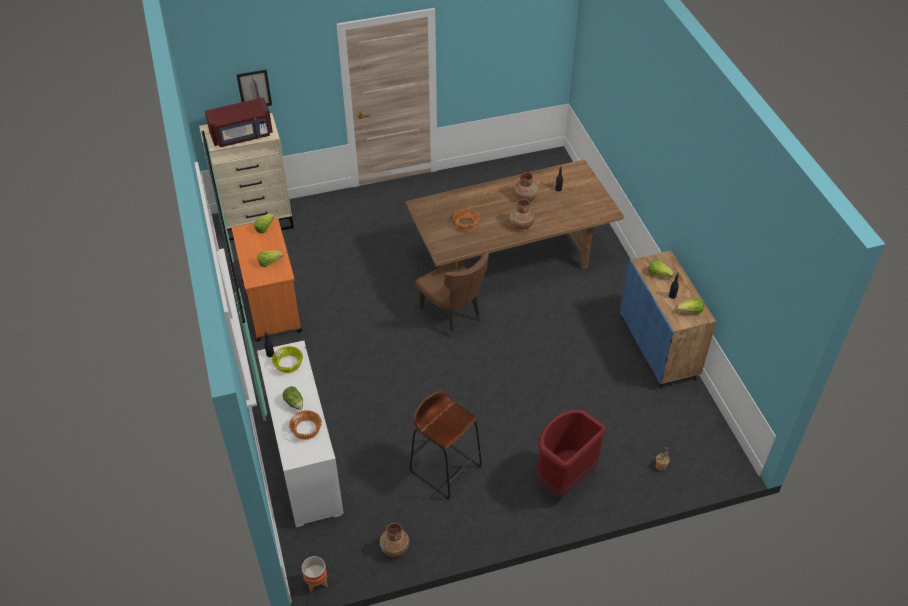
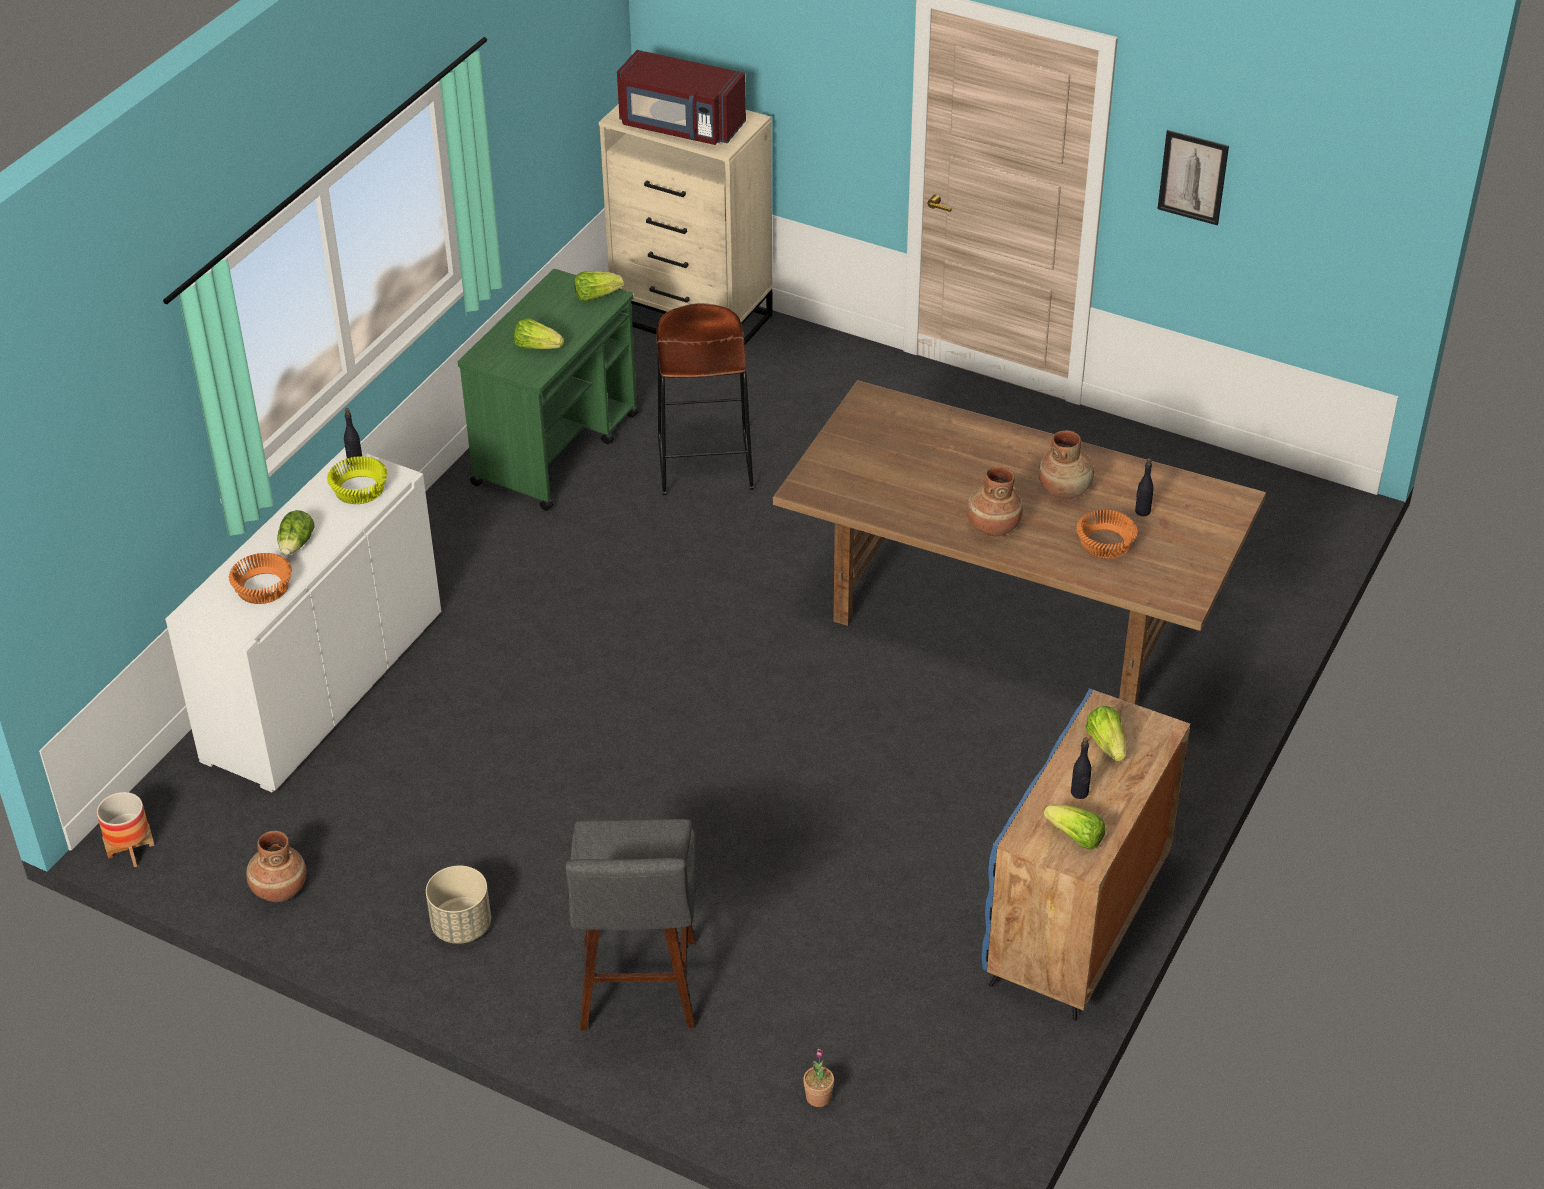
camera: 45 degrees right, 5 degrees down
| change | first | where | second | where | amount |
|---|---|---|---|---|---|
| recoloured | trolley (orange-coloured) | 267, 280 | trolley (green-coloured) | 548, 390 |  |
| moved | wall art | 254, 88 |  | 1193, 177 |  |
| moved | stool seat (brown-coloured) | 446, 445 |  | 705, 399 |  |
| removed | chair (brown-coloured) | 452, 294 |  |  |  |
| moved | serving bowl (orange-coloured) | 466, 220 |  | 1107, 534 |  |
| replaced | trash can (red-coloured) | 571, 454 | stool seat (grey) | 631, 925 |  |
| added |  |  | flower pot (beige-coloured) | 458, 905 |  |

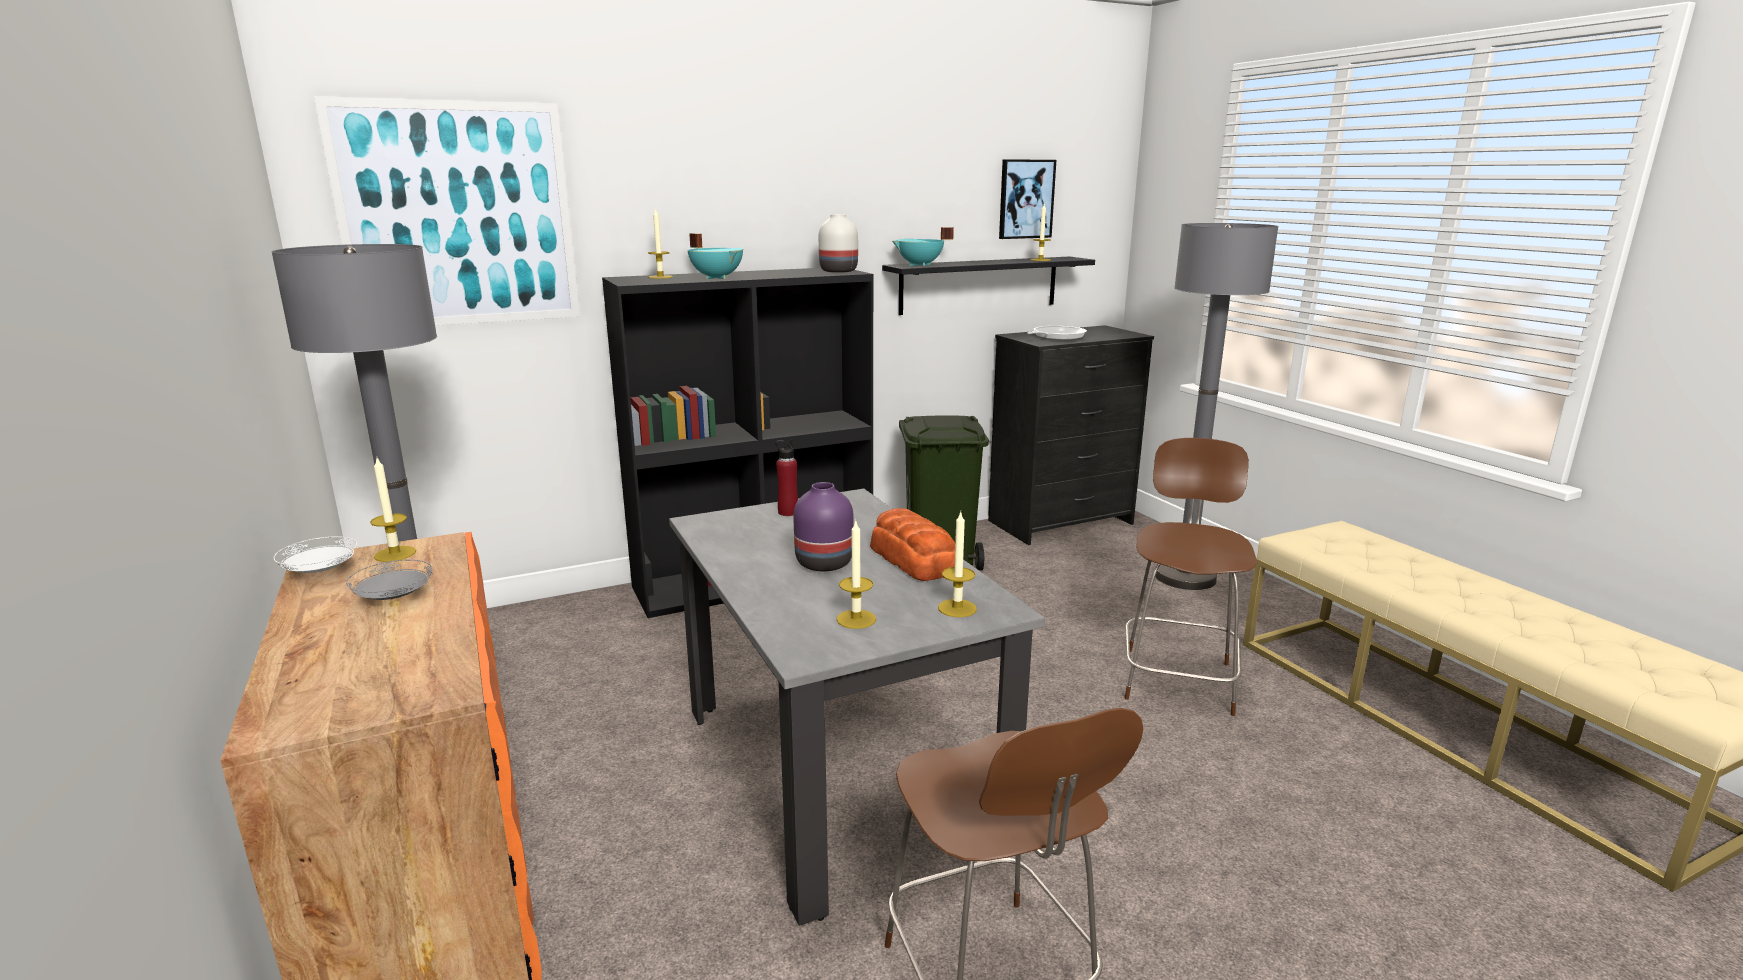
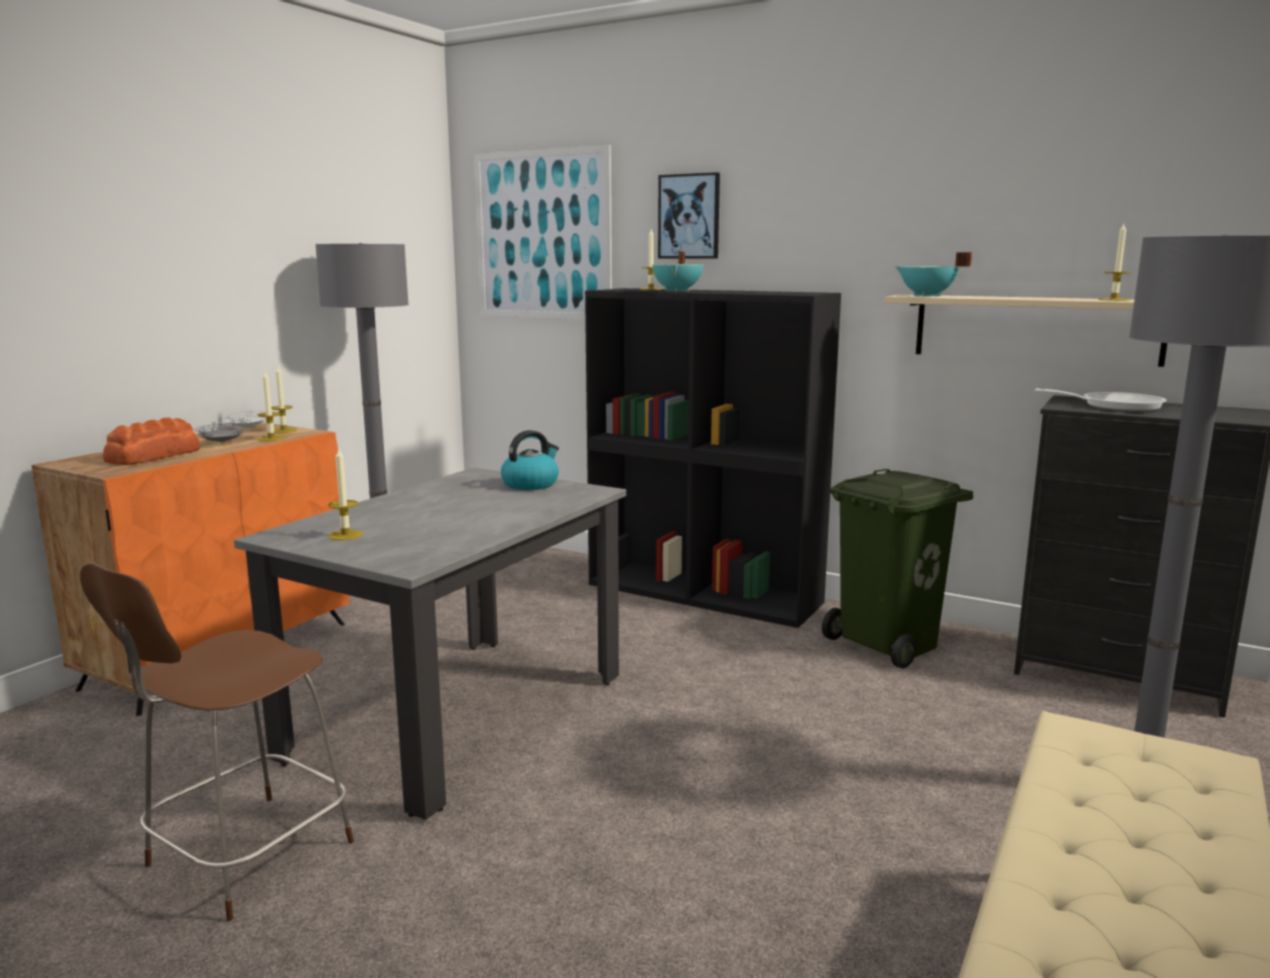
camera: 55 degrees right, 5 degrees down
| change | first | where | second | where | amount |
|---|---|---|---|---|---|
| replaced | bottle (red-coloured) | 786, 477 | kettle | 530, 460 |  |
| removed | flower vase (purplish) | 823, 526 |  |  |  |
| removed | flower vase (white) | 838, 243 |  |  |  |
| moved | bread | 912, 544 |  | 151, 441 |  |
| recoloured | shelf (blackish) | 988, 286 | shelf (beige-coloured) | 1026, 331 |  |
| moved | wax light | 957, 564 |  | 271, 406 |  |
| moved | wall art | 1027, 199 |  | 689, 215 |  |
| removed | chair (brown-coloured) | 1191, 577 |  |  |  |

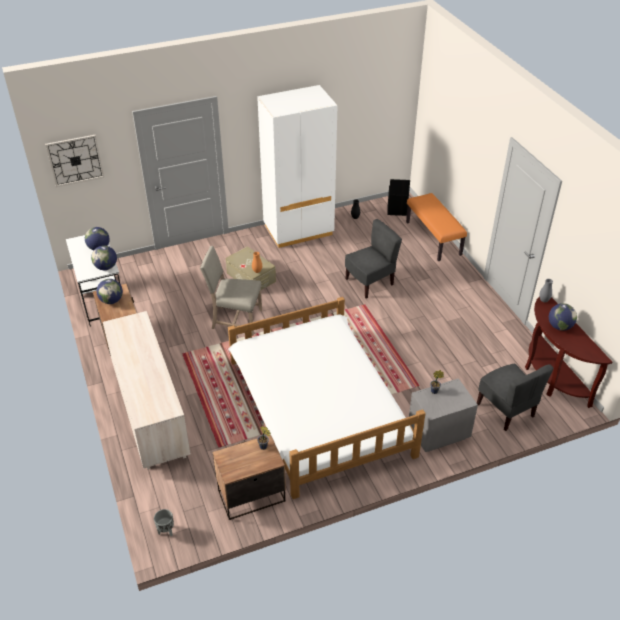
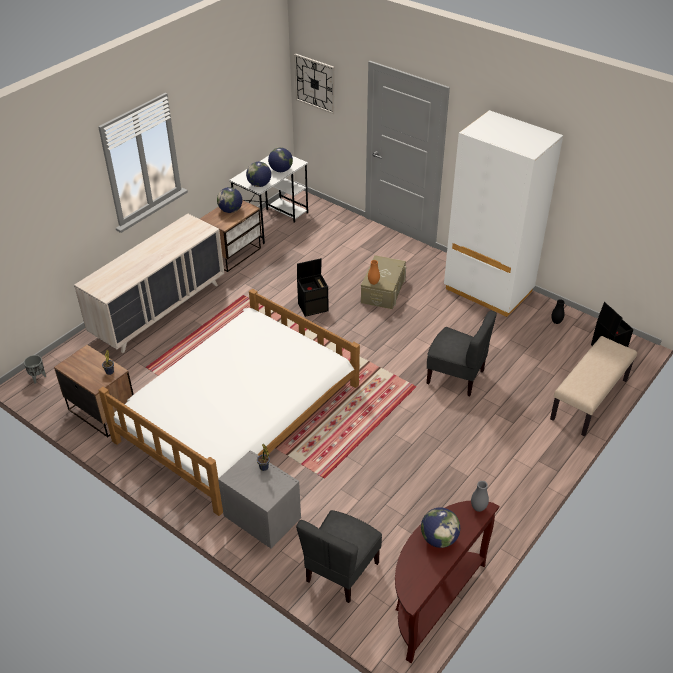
camera: 60 degrees right, 0 degrees up
| change | first | where | second | where | amount |
|---|---|---|---|---|---|
| replaced | chair (beige-coloured) | 231, 291 | storage container (blackish) | 313, 287 |  |
| recoloured | indoor bench (orange-coloured) | 436, 227 | indoor bench (beige-coloured) | 593, 386 |  |

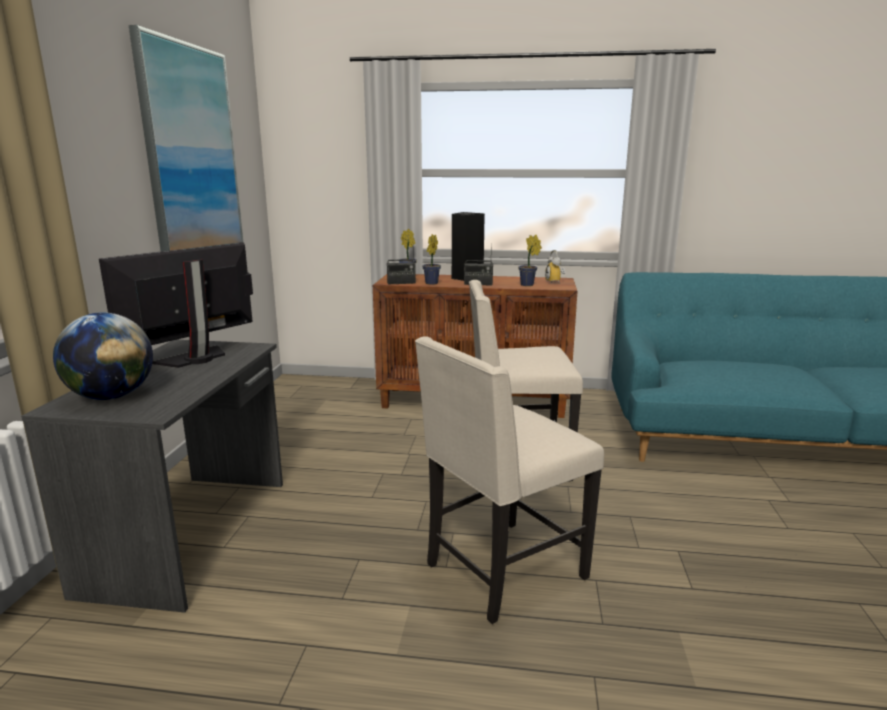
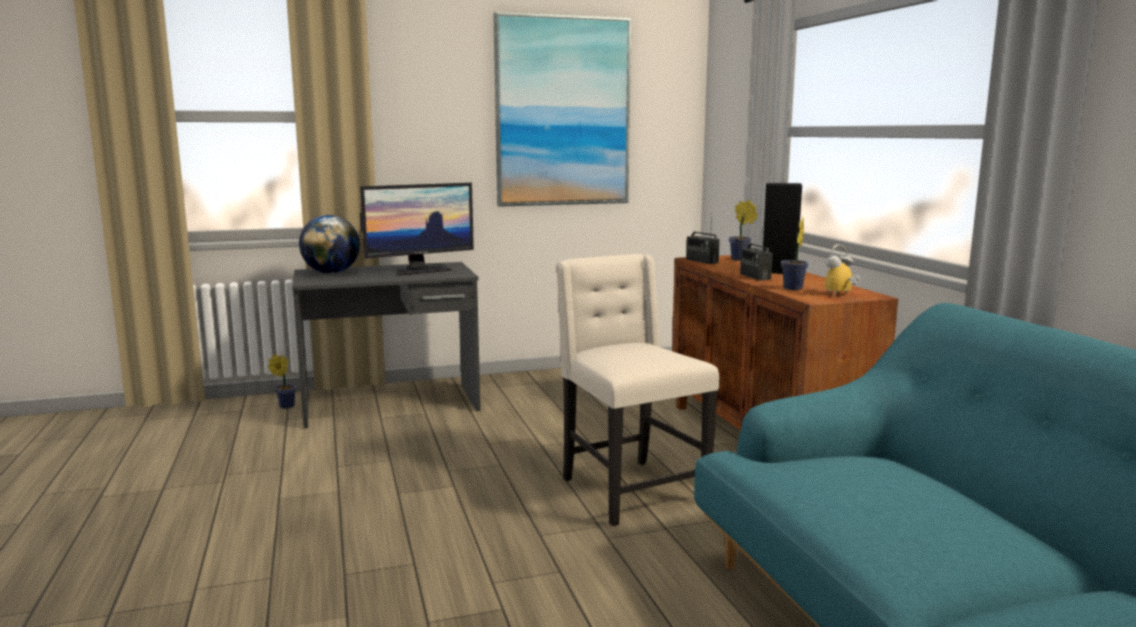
camera: 65 degrees right, 5 degrees down
| change | first | where | second | where | amount |
|---|---|---|---|---|---|
| turned | computer screen | 176, 305 |  | 417, 229 | 135 degrees clockwise |
| removed | chair (beige-coloured) | 509, 480 |  |  |  |
| moved | houseplant | 431, 259 |  | 282, 381 |  |

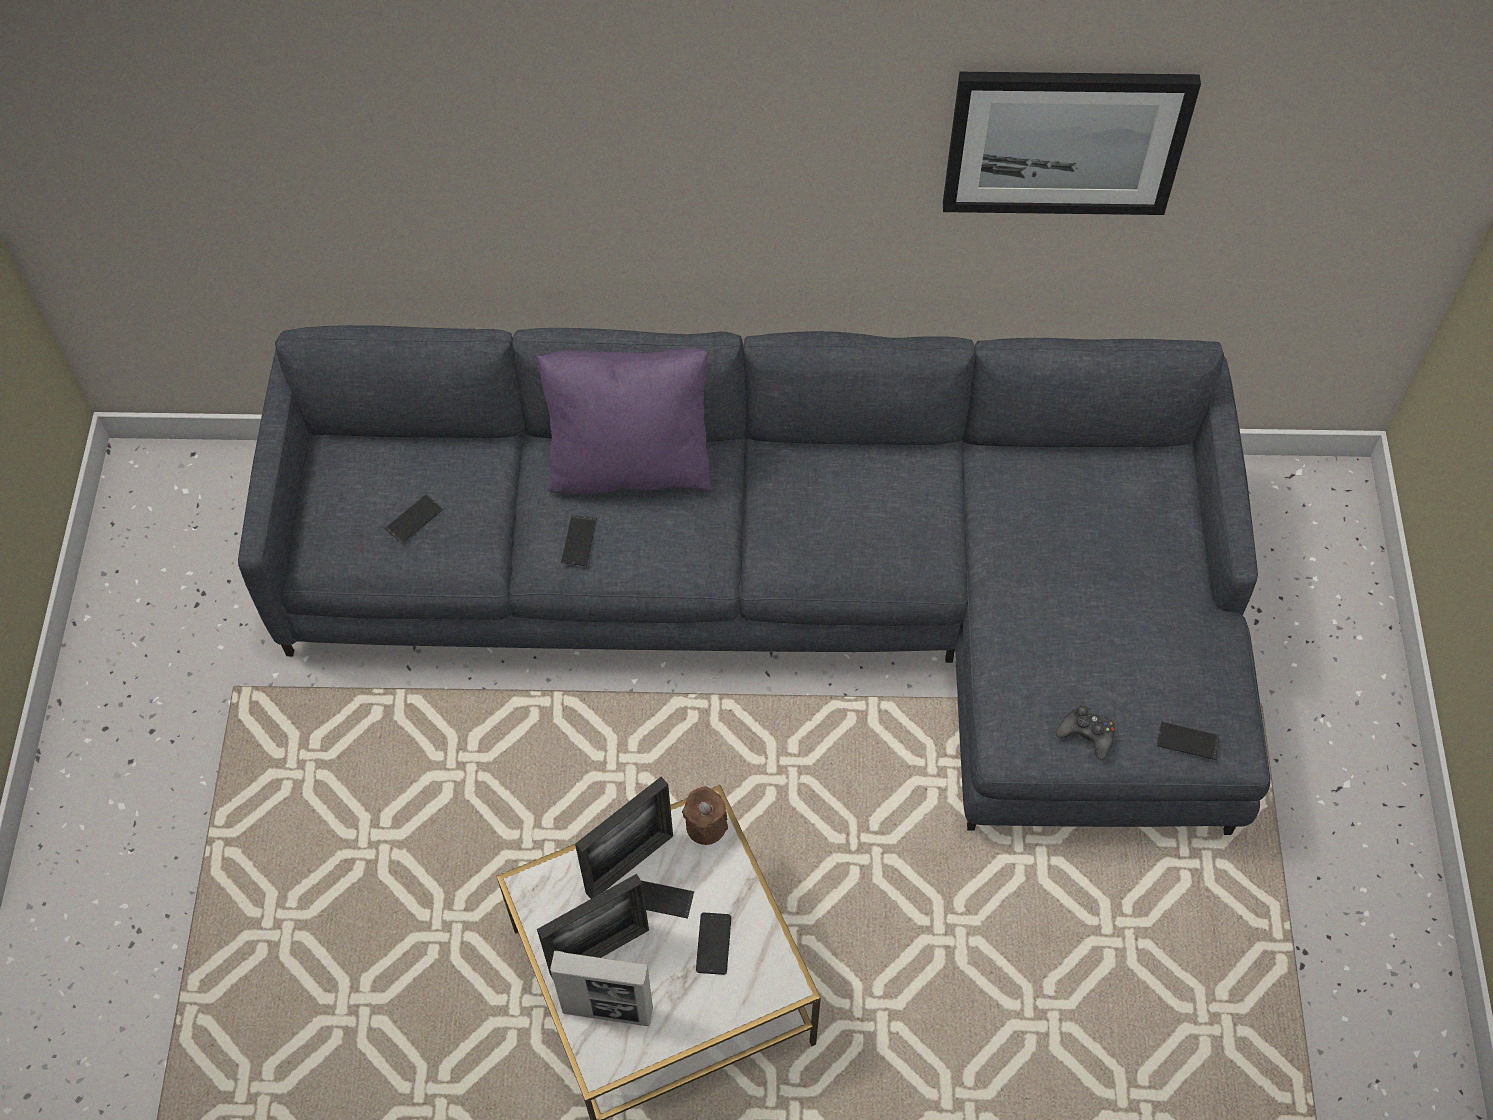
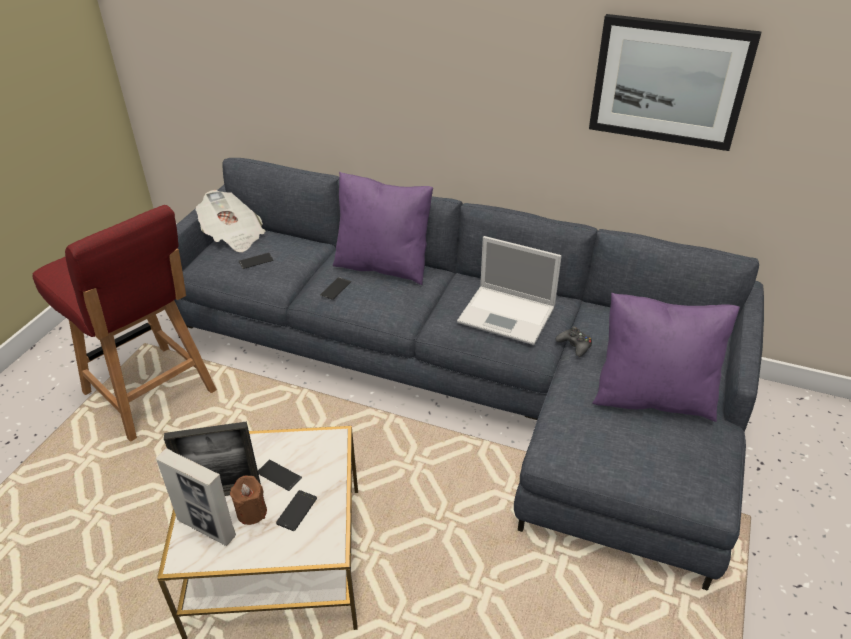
camera: 20 degrees right, 20 degrees down
| change | first | where | second | where | amount |
|---|---|---|---|---|---|
| removed | photo frame | 624, 838 |  |  |  |
| moved | wax light (brown-coloured) | 705, 815 |  | 248, 500 |  |
| moved | gamepad (blackish) | 1085, 733 |  | 574, 341 |  |
| removed | handset | 1188, 740 |  |  |  |
| added |  |  | chair (red-coloured) | 124, 323 |  |
| added |  |  | printed paper | 230, 221 |  |
| added |  |  | laptop | 509, 290 |  |
| added |  |  | cushion (purplish) | 666, 357 |  |

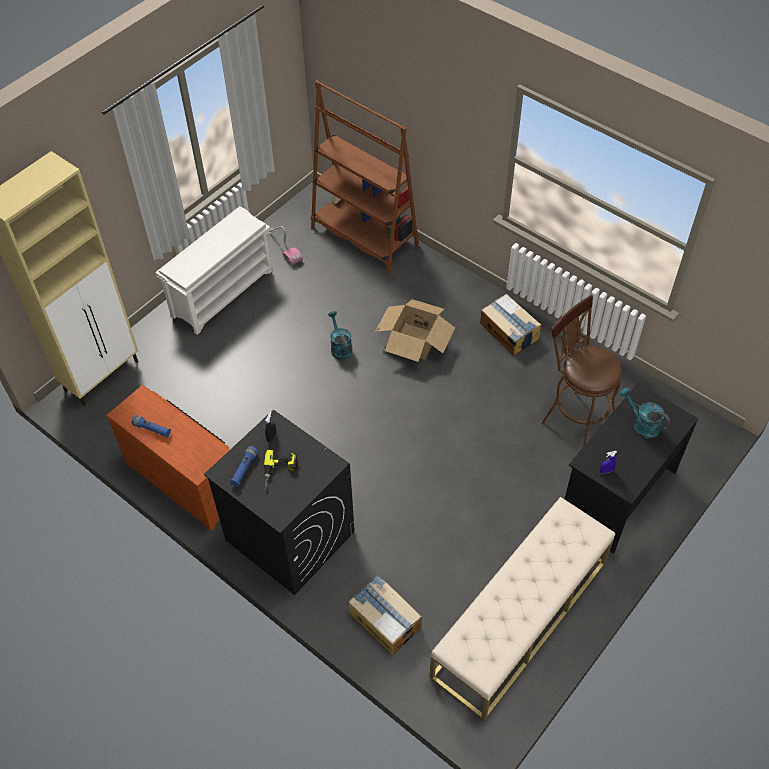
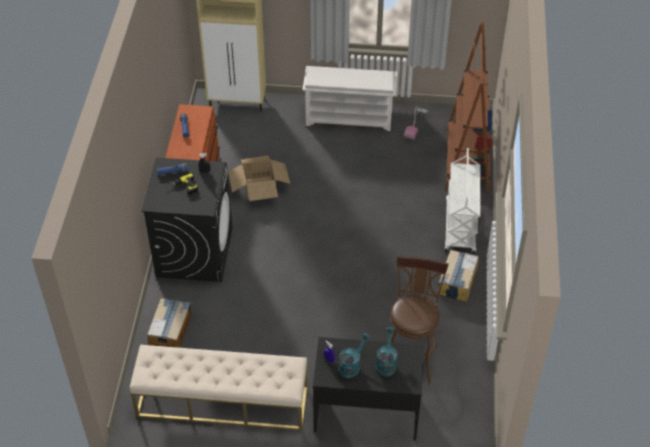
camera: 55 degrees right, 5 degrees down
| change | first | where | second | where | amount |
|---|---|---|---|---|---|
| moved | watering can (turquoise-coloured) | 340, 335 |  | 354, 356 |  |
| moved | carton | 415, 330 |  | 259, 178 |  |
| added |  |  | trolley (white) | 462, 200 |  |

